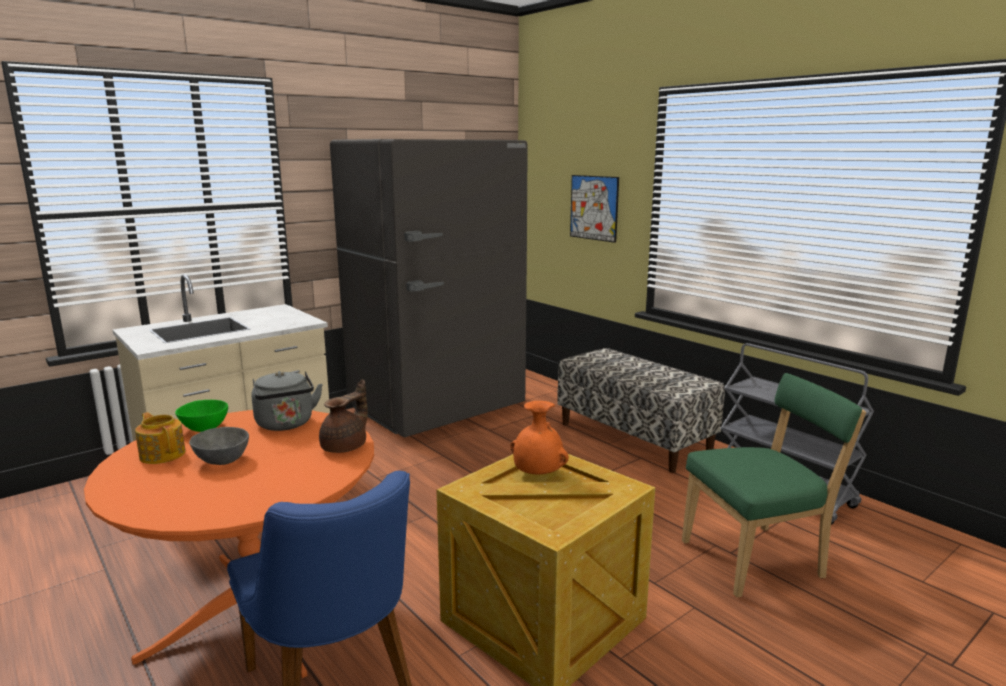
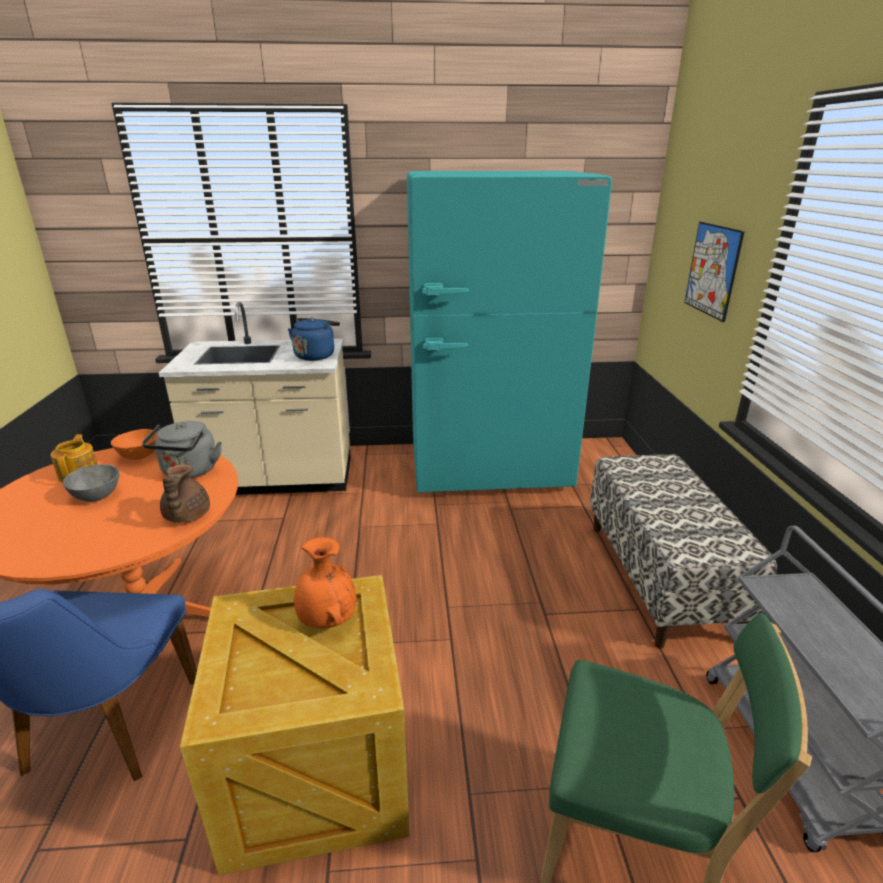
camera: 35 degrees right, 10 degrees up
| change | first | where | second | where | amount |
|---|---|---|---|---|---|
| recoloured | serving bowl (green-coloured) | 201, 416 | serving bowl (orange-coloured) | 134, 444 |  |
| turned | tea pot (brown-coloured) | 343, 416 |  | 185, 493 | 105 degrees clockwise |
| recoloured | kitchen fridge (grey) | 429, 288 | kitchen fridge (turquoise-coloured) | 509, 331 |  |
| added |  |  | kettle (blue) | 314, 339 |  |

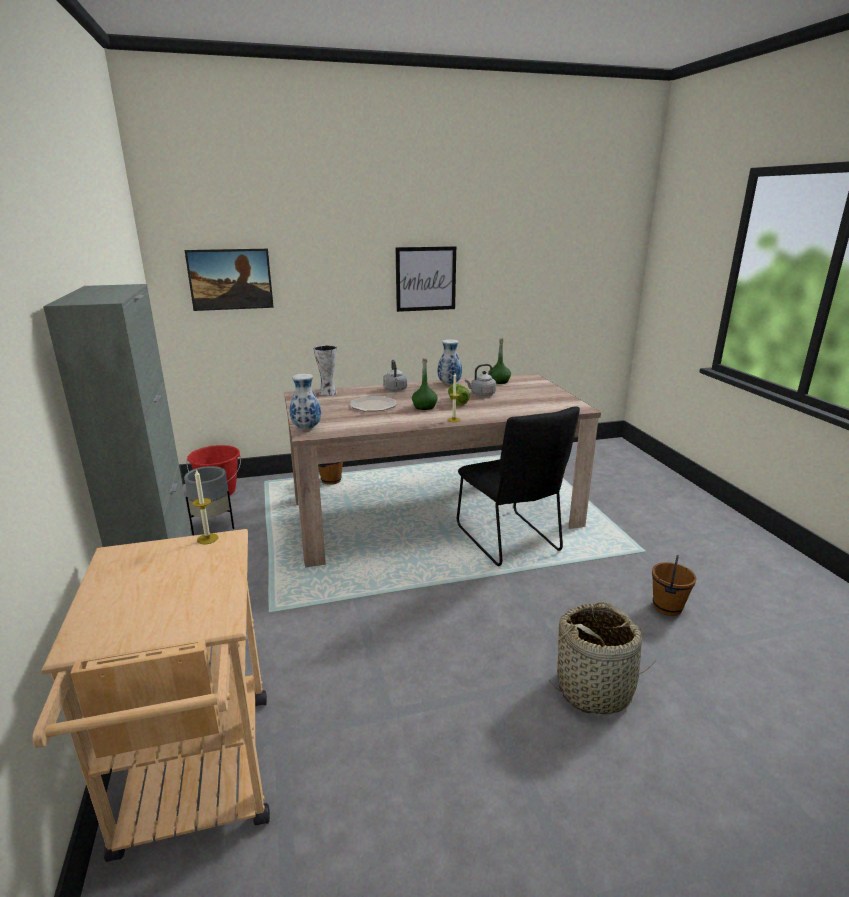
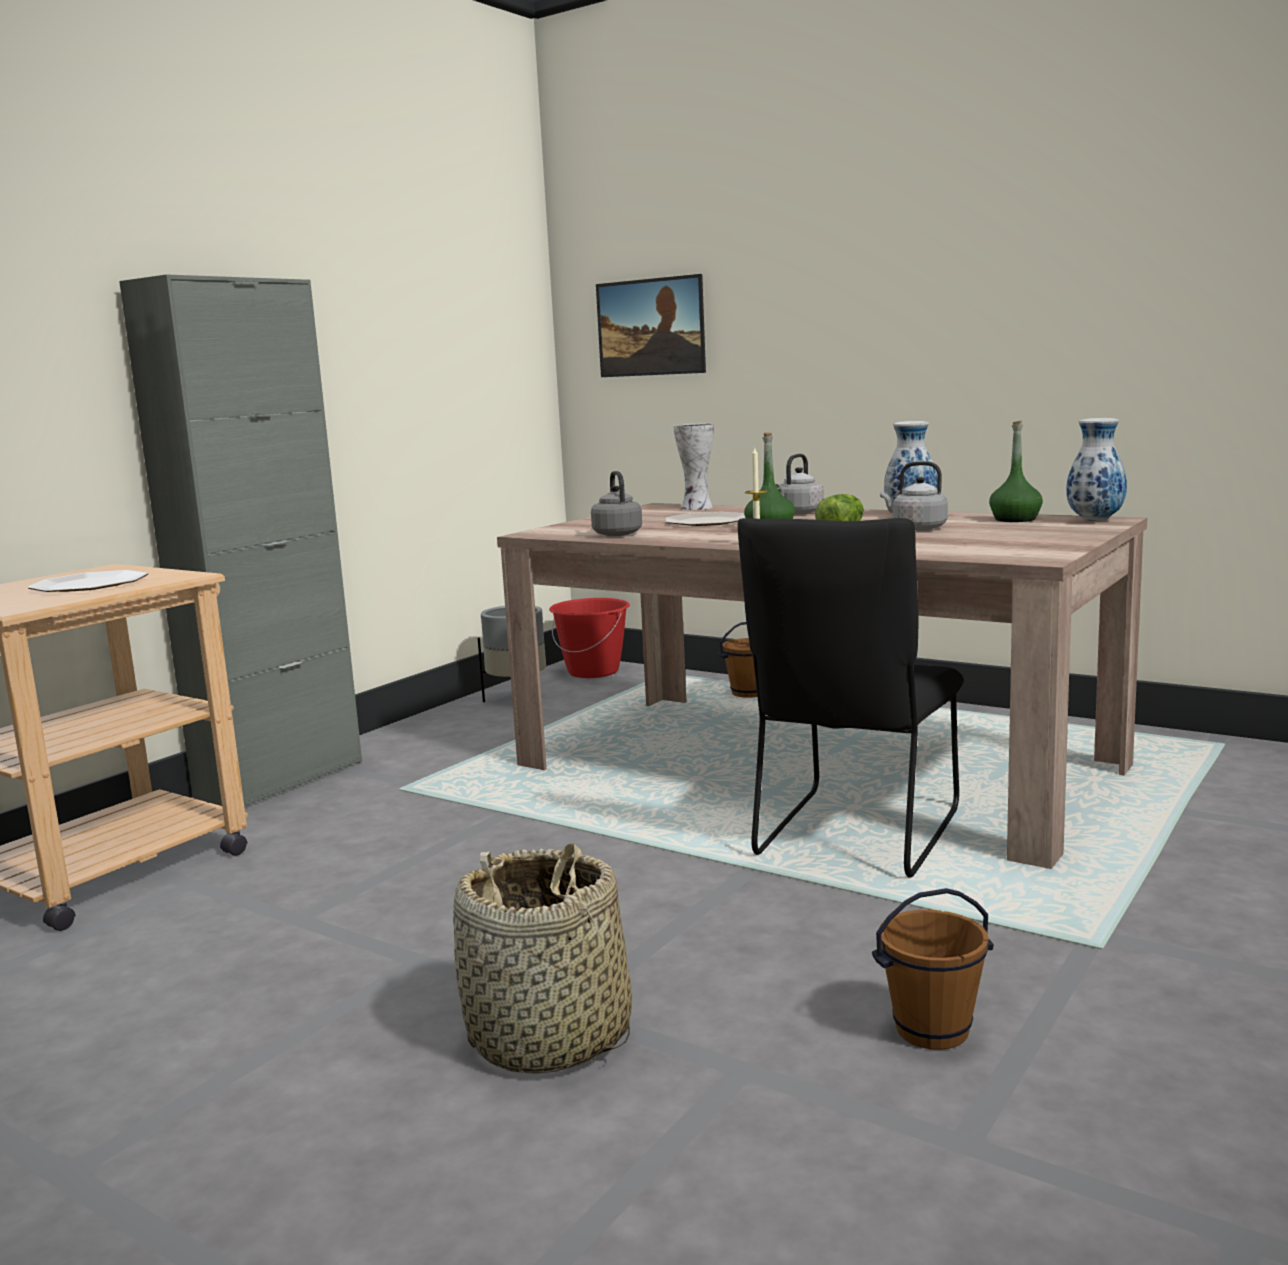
camera: 50 degrees right, 10 degrees down
| change | first | where | second | where | amount |
|---|---|---|---|---|---|
| removed | wax light | 205, 506 |  |  |  |
| moved | flower vase | 305, 402 |  | 1096, 469 |  |
| removed | wall art | 426, 279 |  |  |  |
| added |  |  | flat dish | 88, 581 |  |
| added |  |  | kettle (grey) | 616, 503 |  |

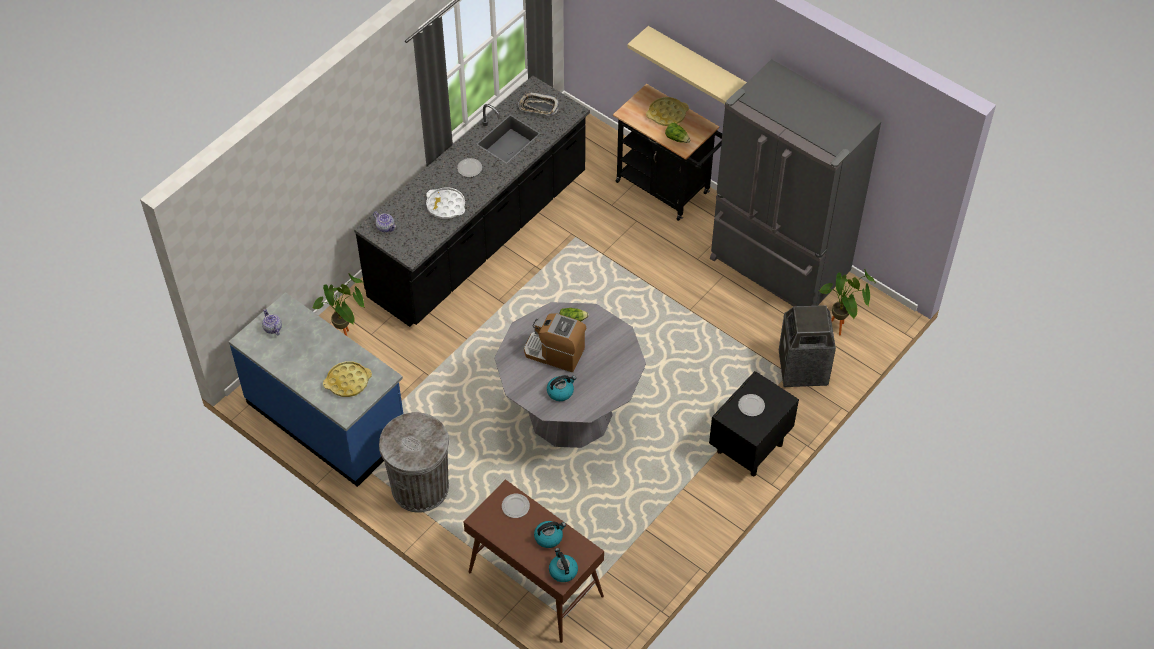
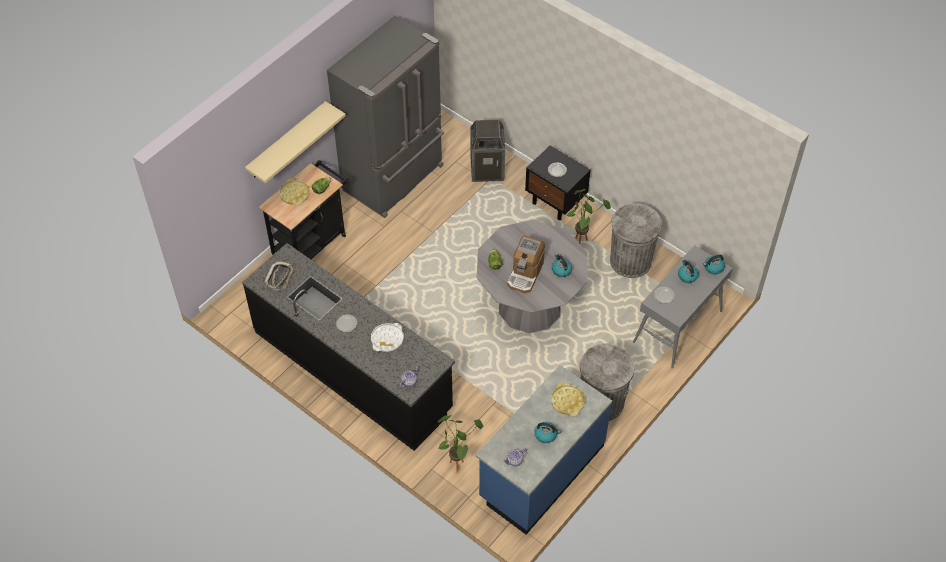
camera: 90 degrees left, 0 degrees up
| change | first | where | second | where | amount |
|---|---|---|---|---|---|
| recoloured | hall table (brown-coloured) | 534, 561 | hall table (grey) | 683, 306 |  |
| moved | houseplant | 847, 302 |  | 589, 216 |  |
| added |  |  | kettle | 547, 432 |  |
| added |  |  | trash can (grey) | 636, 240 |  |

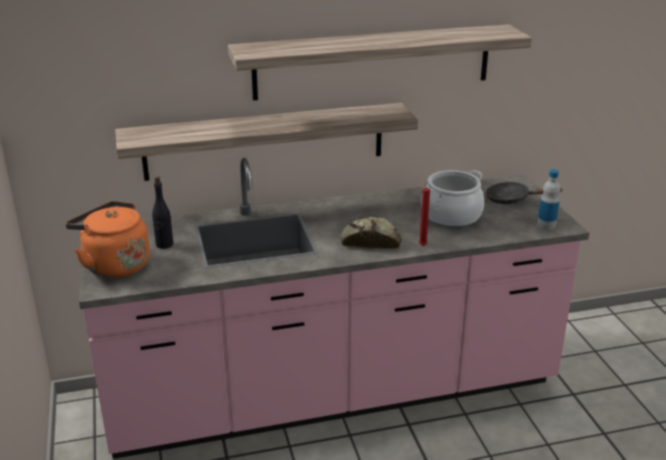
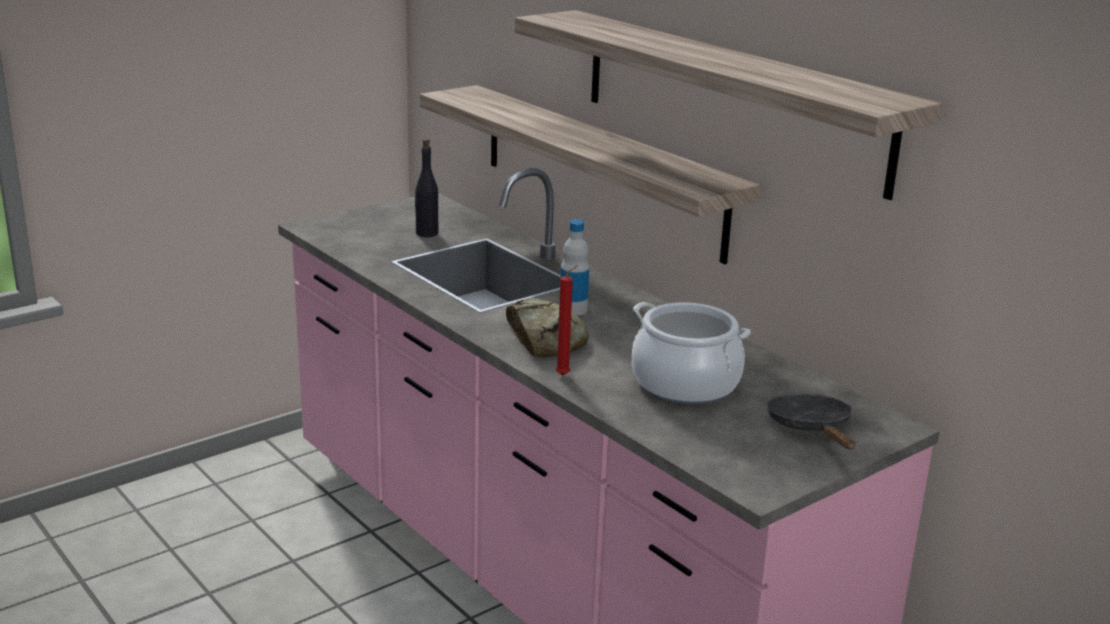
camera: 65 degrees right, 5 degrees down
| change | first | where | second | where | amount |
|---|---|---|---|---|---|
| removed | kettle (orange-coloured) | 107, 239 |  |  |  |
| moved | bottle | 548, 199 |  | 574, 267 |  |

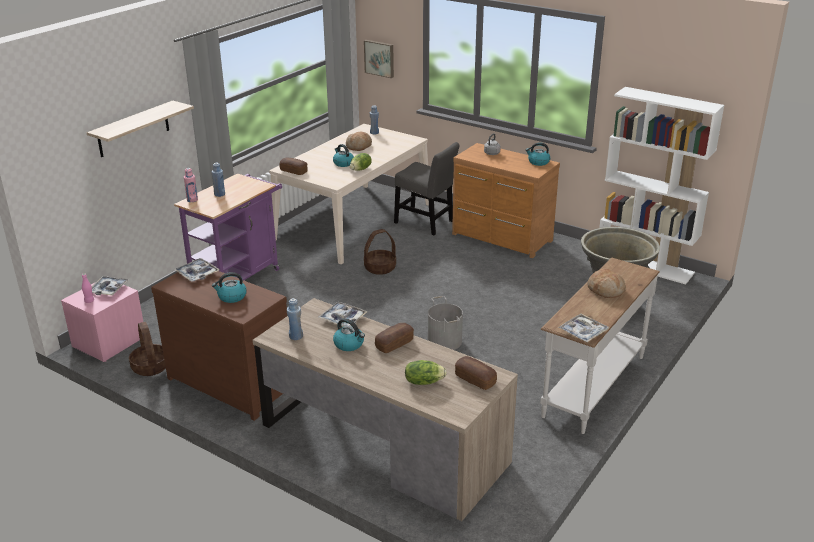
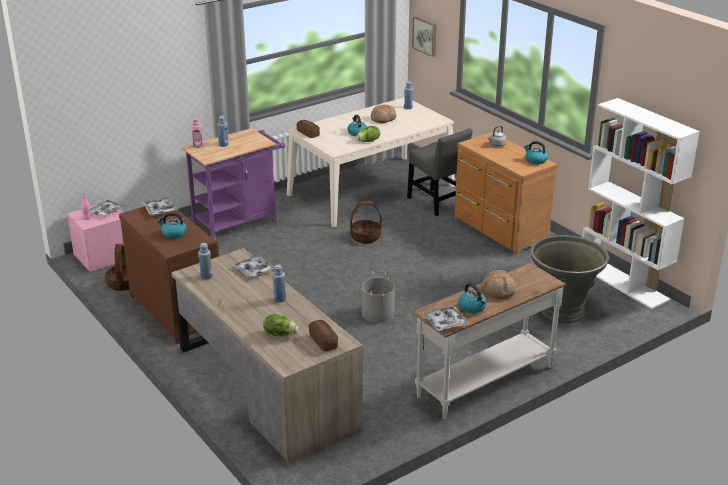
camera: 20 degrees right, 0 degrees up
| change | first | where | second | where | amount |
|---|---|---|---|---|---|
| removed | shelf | 140, 129 |  |  |  |
| moved | kettle | 349, 334 |  | 472, 298 |  |
| replaced | bread | 394, 338 | bottle (blue) | 279, 283 |  |

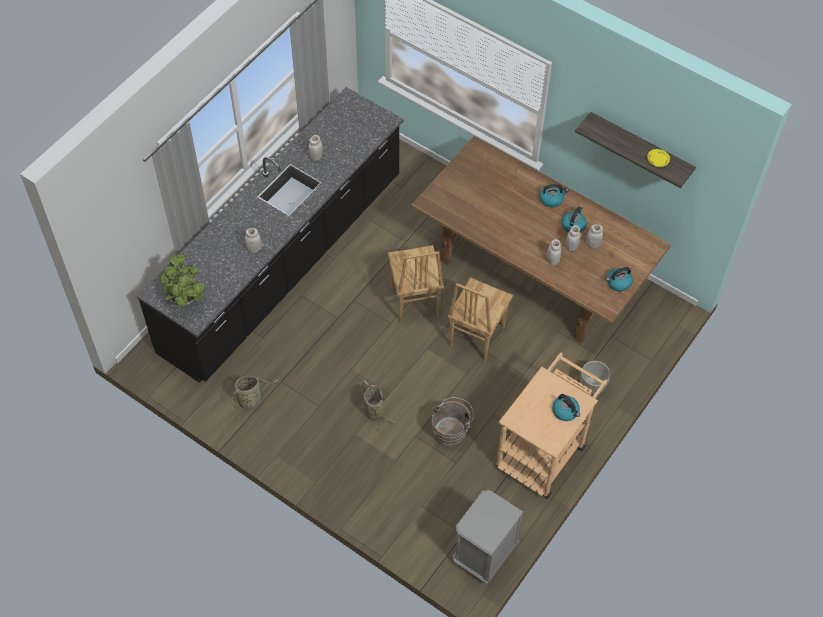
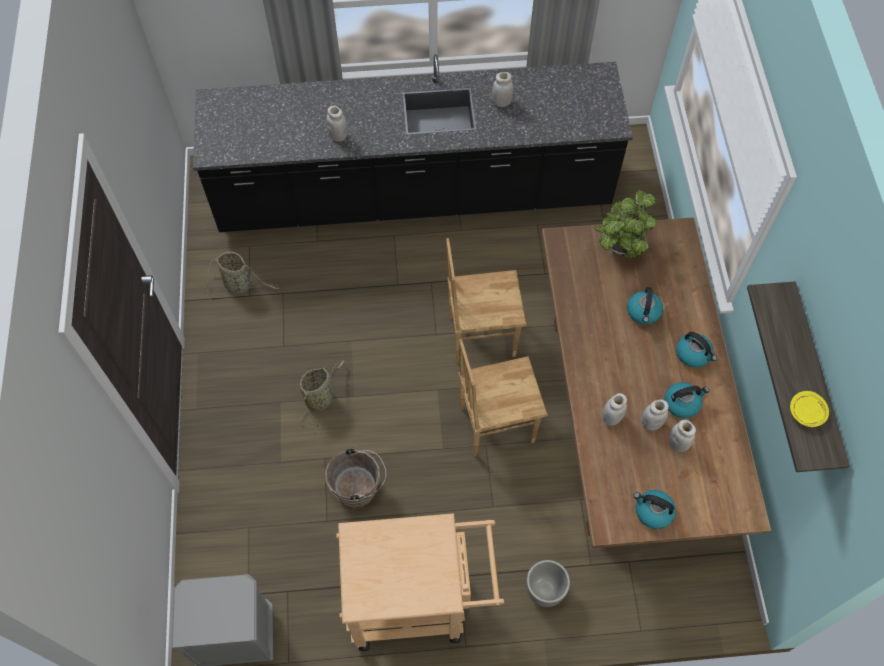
camera: 50 degrees right, 5 degrees up
| change | first | where | second | where | amount |
|---|---|---|---|---|---|
| moved | houseplant | 183, 280 |  | 626, 223 |  |
| turned | chair (brown-coloured) | 416, 284 |  | 486, 300 | 45 degrees clockwise |
| moved | kettle | 566, 407 |  | 645, 306 |  |

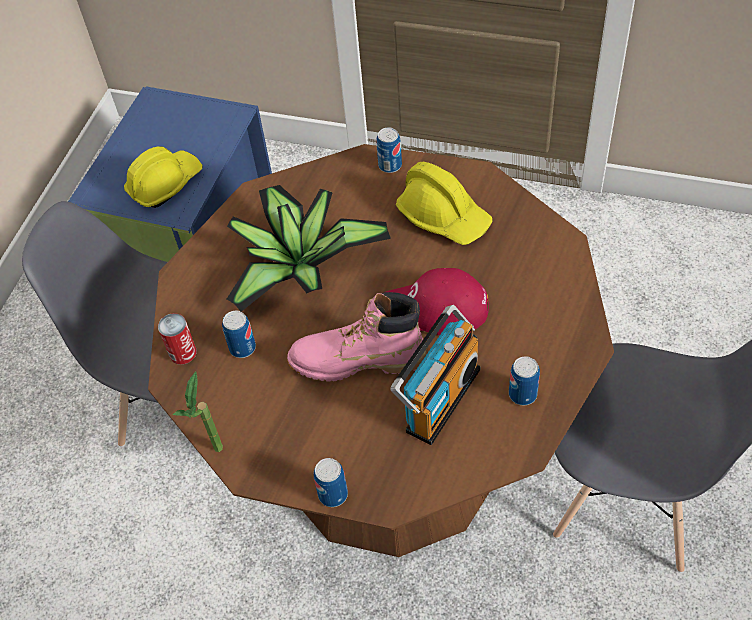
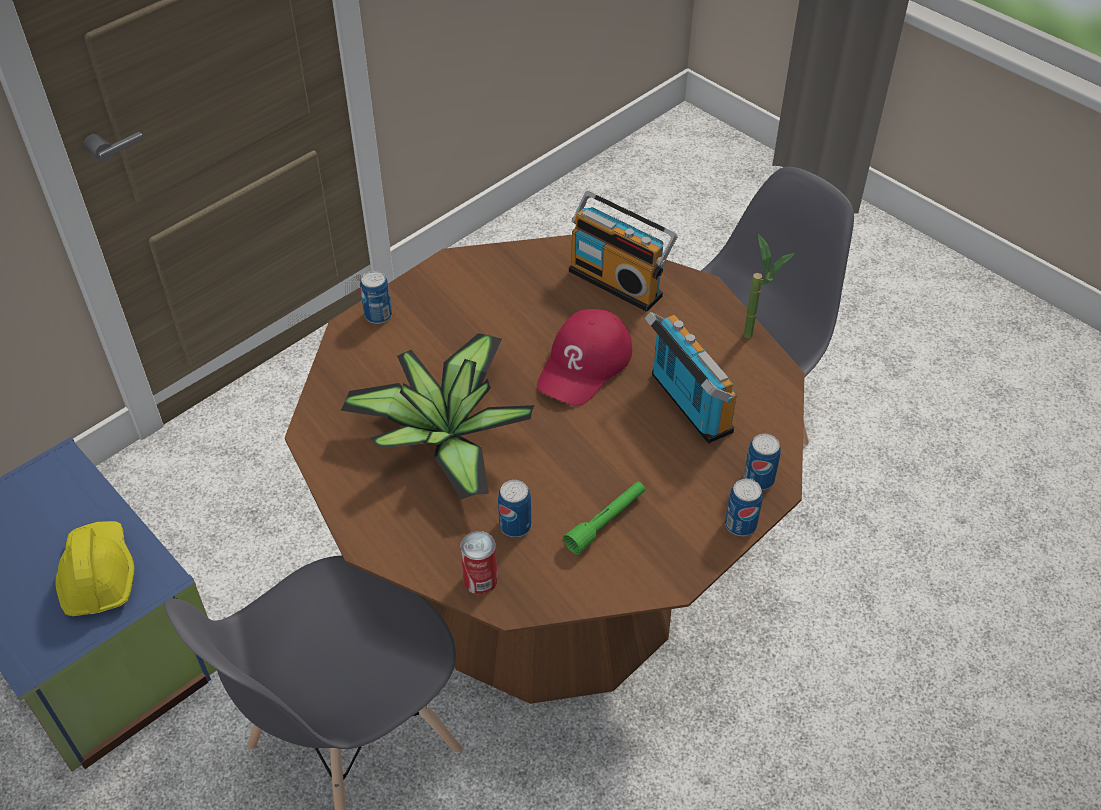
camera: 65 degrees left, 5 degrees down
| change | first | where | second | where | amount |
|---|---|---|---|---|---|
| moved | houseplant | 198, 412 |  | 769, 286 |  |
| removed | high-top boot (pink-coloured) | 357, 337 |  |  |  |
| removed | work helmet (yellow) | 444, 203 |  |  |  |
| moved | can | 524, 380 |  | 762, 462 |  |
| added |  |  | torch (green-coloured) | 604, 518 |  |
| added |  |  | radio | 623, 251 |  |

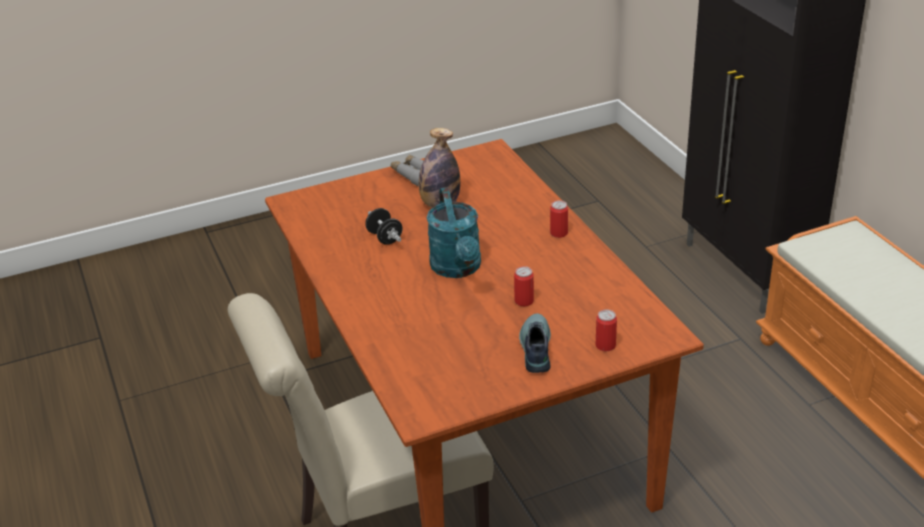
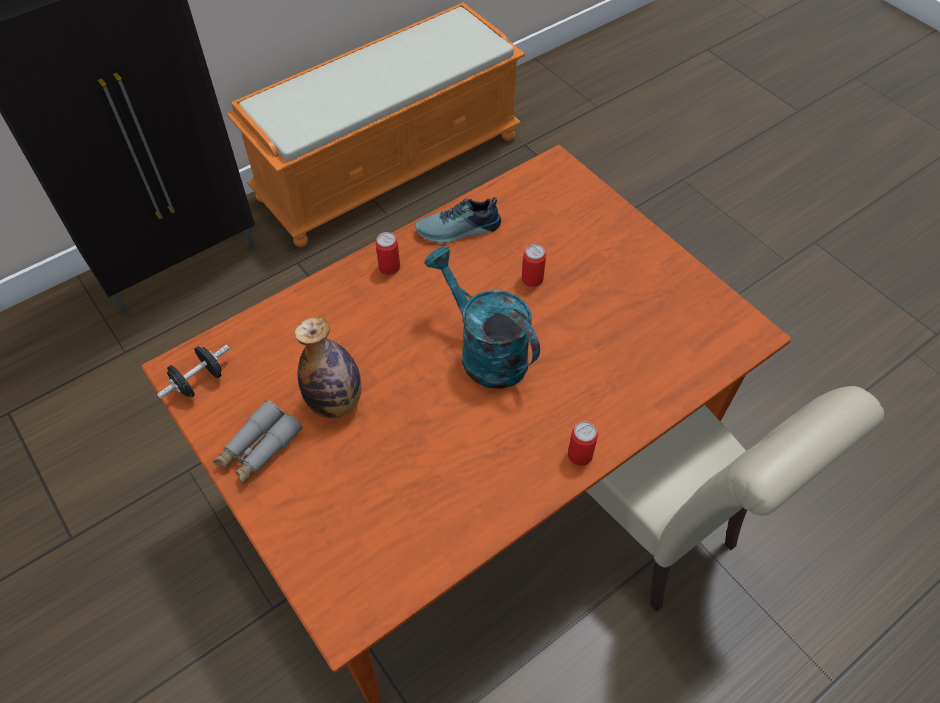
camera: 105 degrees left, 20 degrees up
| change | first | where | second | where | amount |
|---|---|---|---|---|---|
| moved | free weight (blackish) | 383, 226 |  | 193, 372 |  |
| turned | watering can (turquoise-coloured) | 454, 233 |  | 482, 317 | 105 degrees counterclockwise |
| moved | shoe | 535, 343 |  | 458, 220 |  |
| moved | can | 606, 330 |  | 583, 443 |  |

